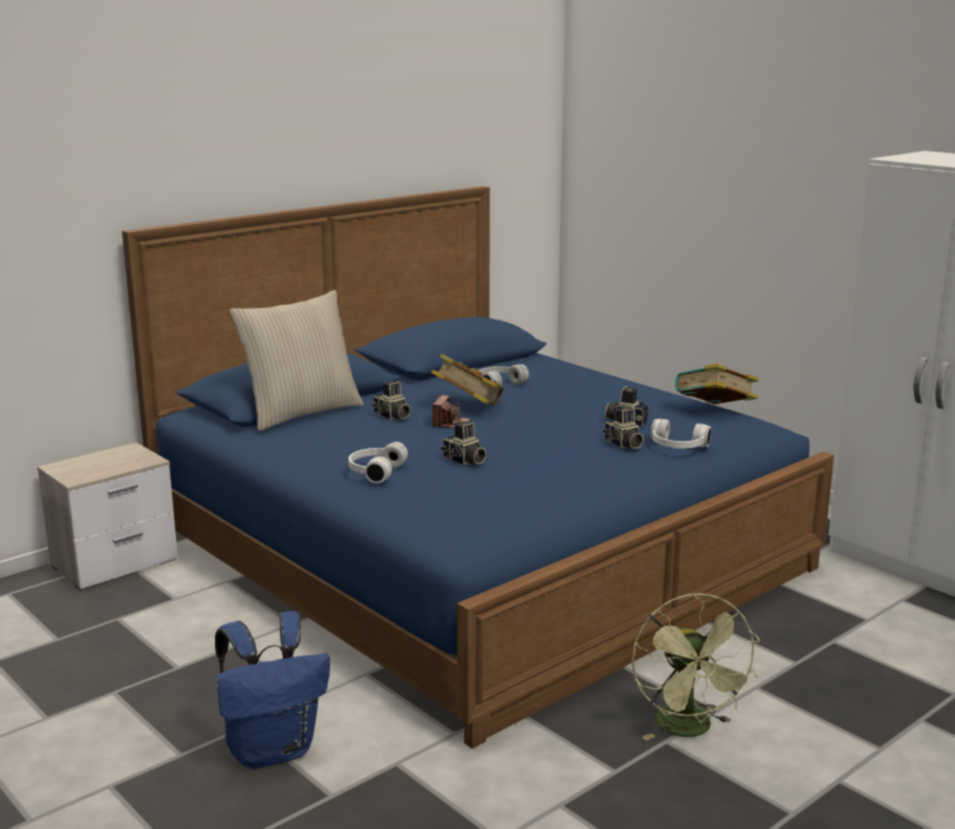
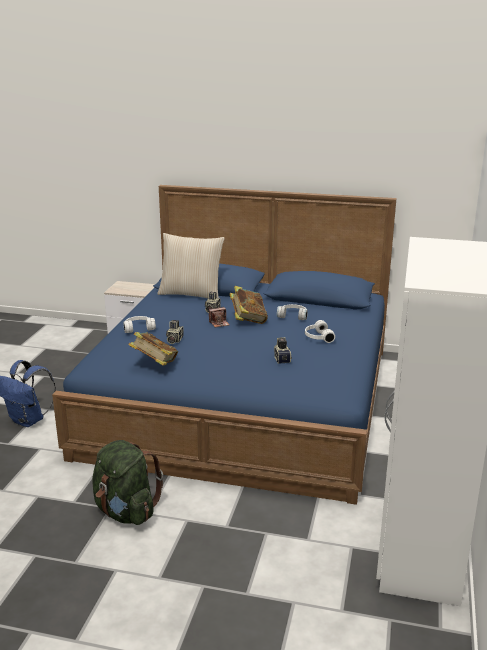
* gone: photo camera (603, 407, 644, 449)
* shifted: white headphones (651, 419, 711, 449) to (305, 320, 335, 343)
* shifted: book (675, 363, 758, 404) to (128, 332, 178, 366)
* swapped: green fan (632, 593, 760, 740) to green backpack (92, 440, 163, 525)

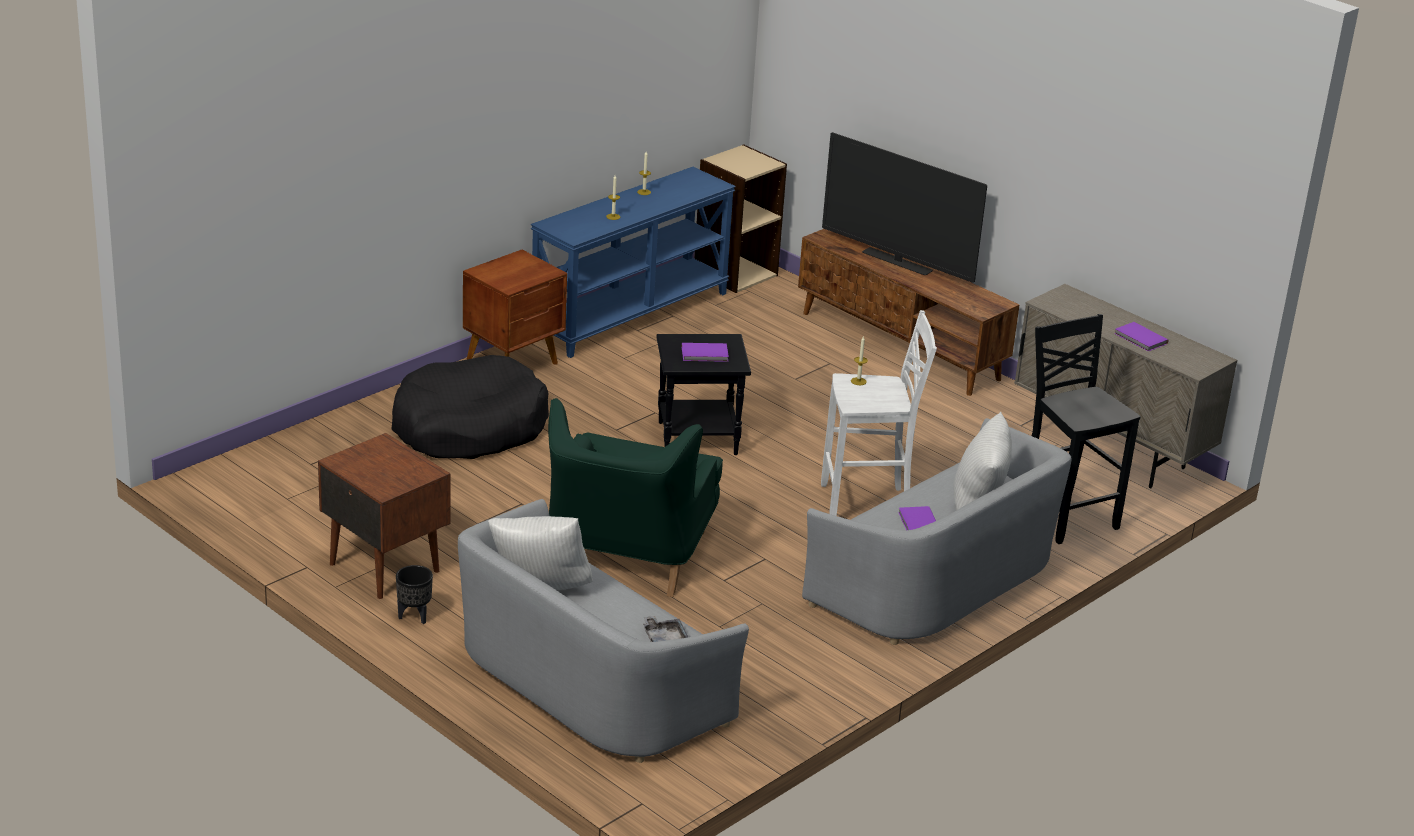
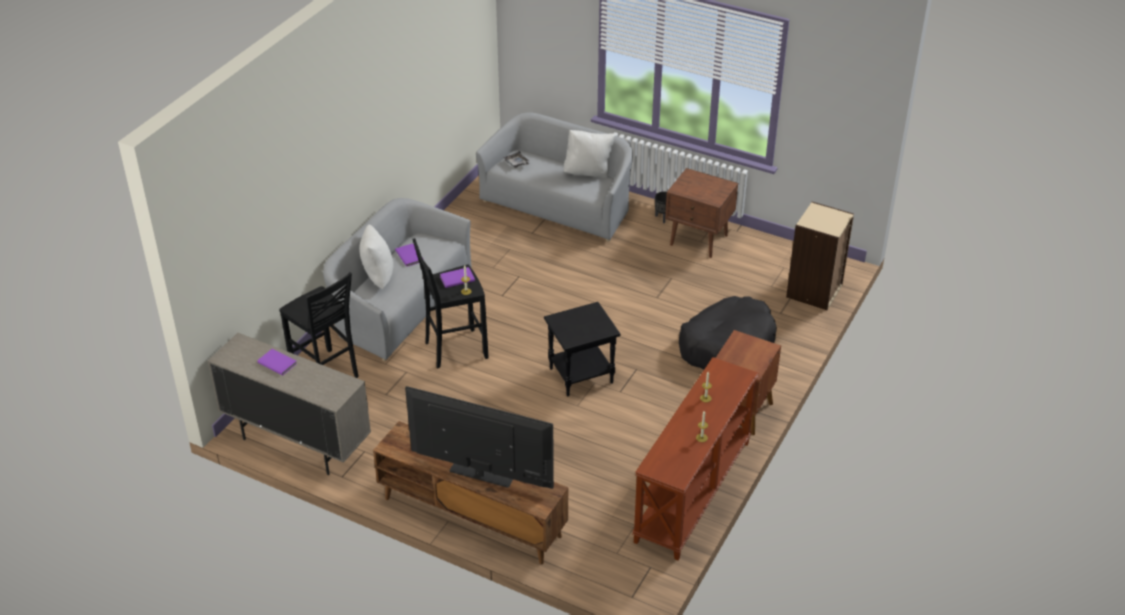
* gone: green armchair (548, 398, 723, 597)
* shifted: purple book (682, 343, 729, 362) to (440, 267, 475, 288)
* shifted: beige bookcase (694, 144, 787, 293) to (786, 202, 854, 310)
* repainted: blue console table (531, 167, 736, 358) to brown console table (632, 357, 758, 560)
* repainted: white stool (821, 310, 937, 516) to black stool (413, 238, 489, 368)

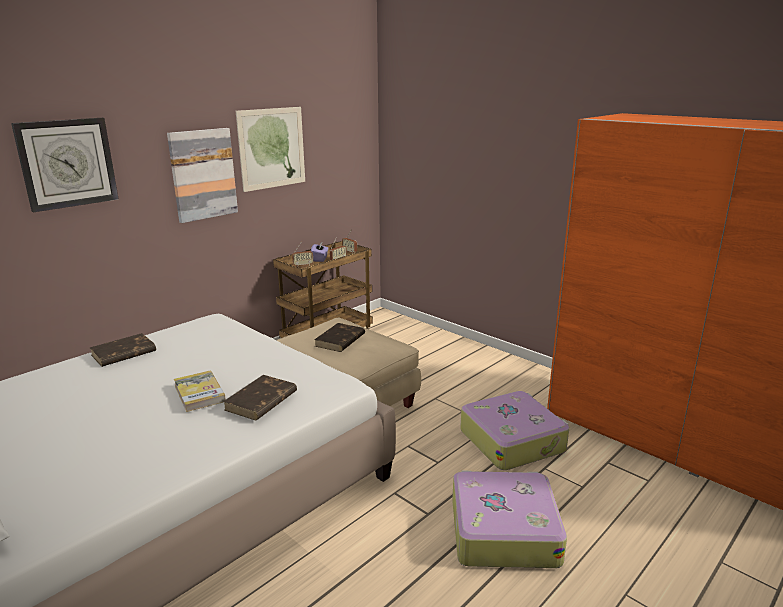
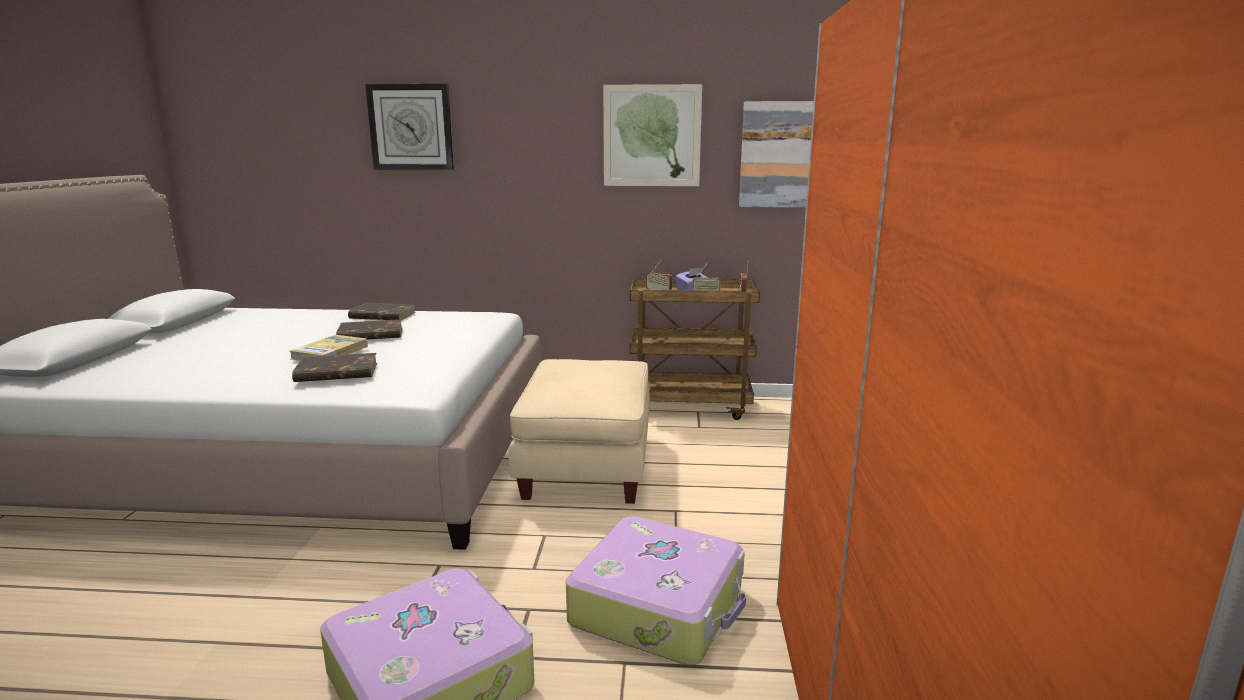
* shifted: picture (167, 128, 238, 223) to (739, 101, 814, 208)
* shifted: brown book (314, 323, 365, 352) to (336, 319, 403, 340)

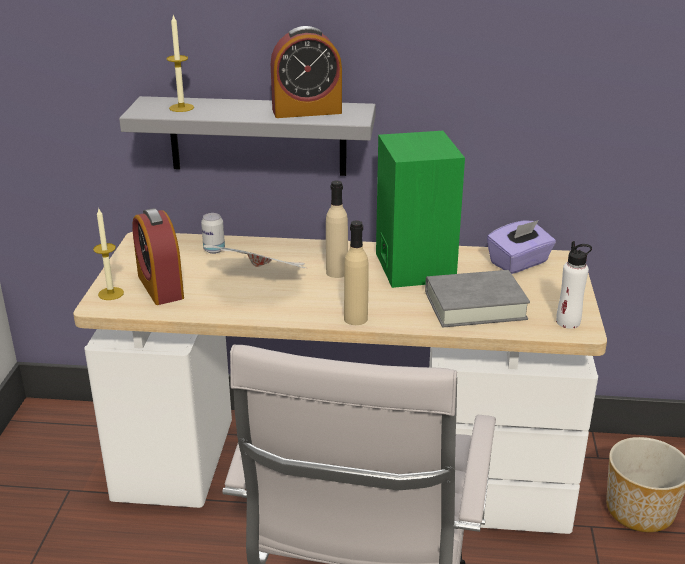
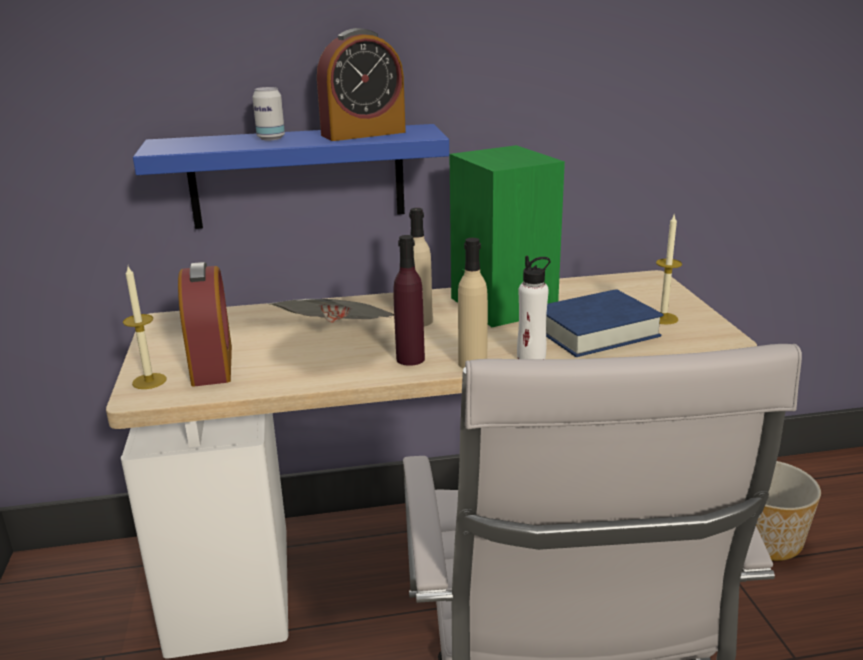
* gone: purple tissue box (487, 220, 556, 274)
* new: purple bottle (393, 235, 425, 366)
* shifted: candle (166, 15, 194, 112) to (656, 215, 682, 325)
* shifted: can (201, 213, 225, 254) to (252, 87, 285, 140)
* shifted: white bottle (556, 241, 592, 329) to (517, 256, 550, 359)
* repainted: grey shelf (119, 96, 376, 176) to blue shelf (133, 124, 449, 229)
* repainted: grey book (425, 270, 530, 327) to blue book (546, 289, 663, 357)
* rotated: alarm clock (132, 208, 184, 305) = (178, 262, 232, 386) 150 degrees counterclockwise

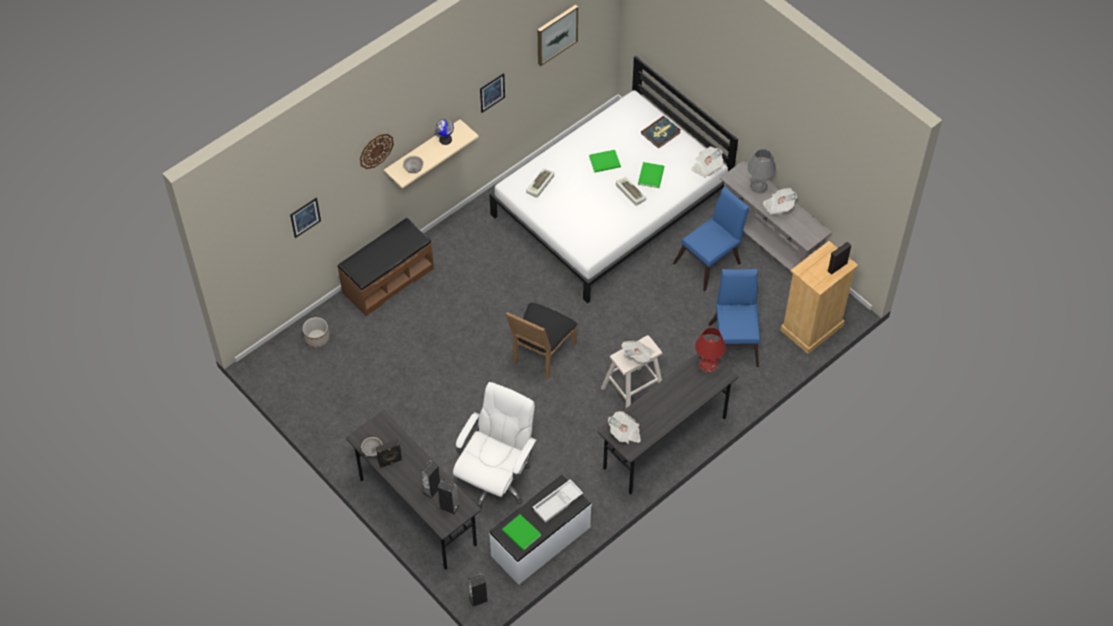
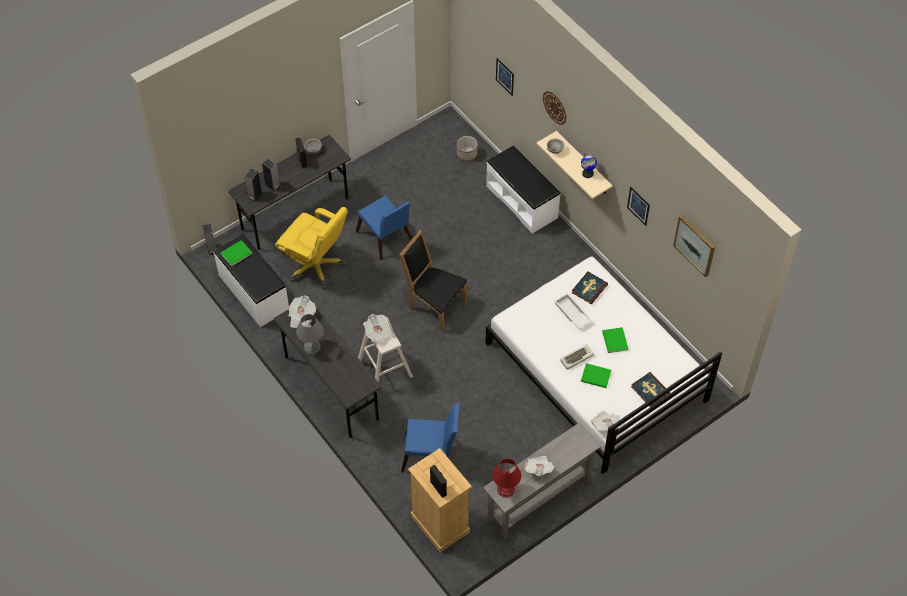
* shifted: white tray (533, 479, 583, 523) to (555, 293, 592, 329)
* shifted: blue chair (673, 187, 749, 291) to (356, 195, 413, 260)
* shifted: red table lamp (695, 327, 726, 372) to (492, 459, 521, 498)
* shifted: grey table lamp (747, 149, 776, 194) to (296, 314, 324, 354)
* swapped: keyboard (526, 168, 554, 198) to book (572, 272, 608, 304)
* repainted: brown bench (338, 218, 434, 316) to white bench (486, 146, 560, 234)
* repainted: white office chair (453, 382, 537, 509) to yellow office chair (275, 207, 348, 289)

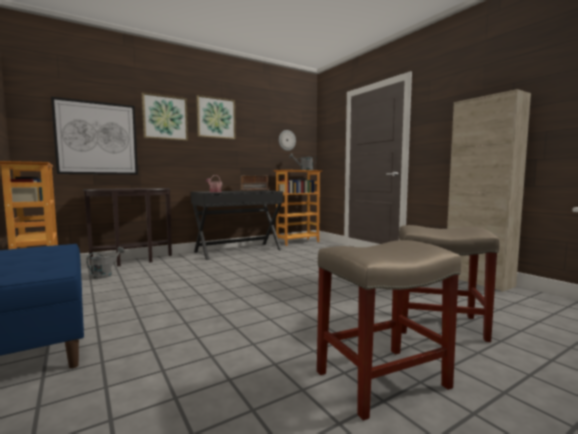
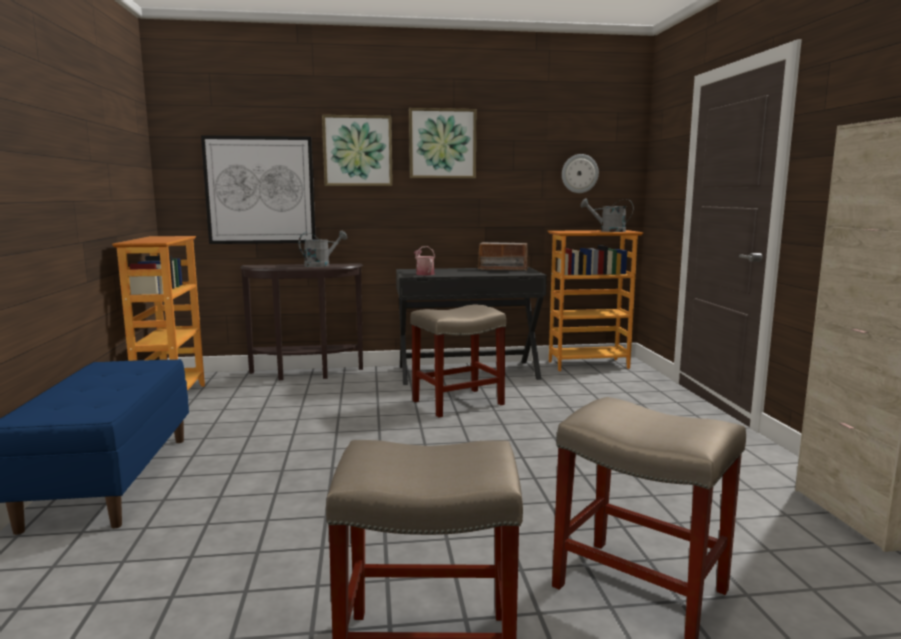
* new: beige stool (410, 304, 506, 418)
* shifted: grey watering can (86, 247, 125, 279) to (298, 231, 348, 267)

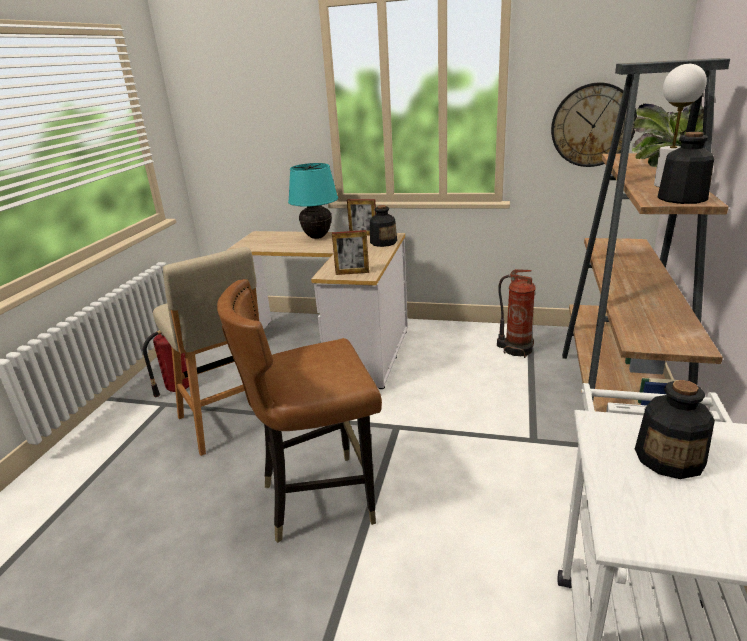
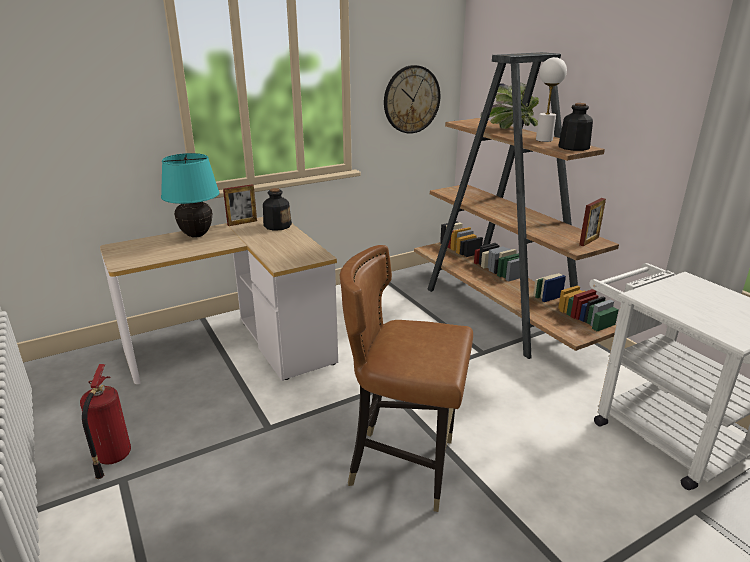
* gone: beige stool (153, 247, 259, 456)
* gone: fire extinguisher (497, 269, 536, 358)
* gone: bottle (635, 380, 715, 479)
* shifted: picture frame (332, 230, 369, 275) to (579, 198, 606, 246)
* rotated: brown chair (217, 279, 382, 543) = (340, 245, 473, 512) 75 degrees clockwise

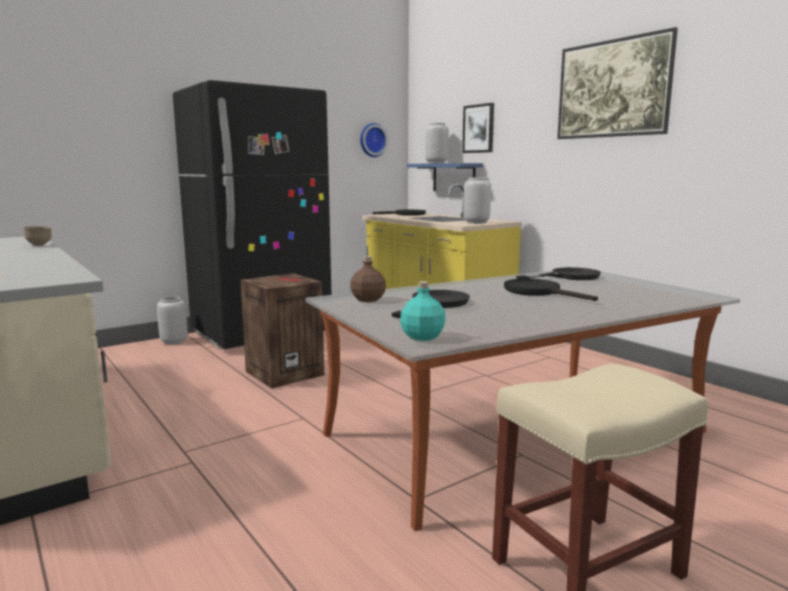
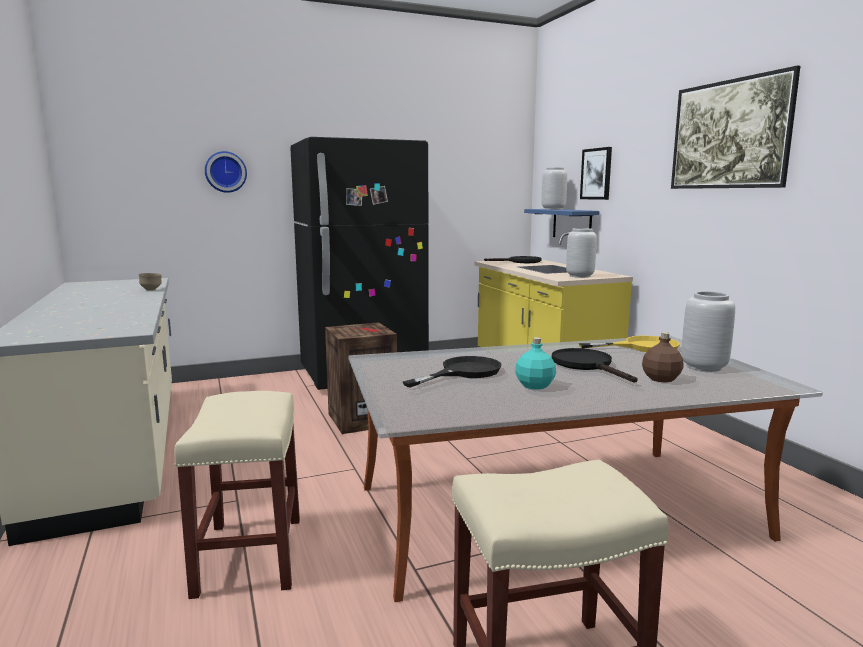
* new: beige stool (174, 391, 300, 599)
* shifted: grey vase (157, 296, 188, 345) to (681, 291, 735, 372)
* shifted: brown bottle (350, 256, 386, 302) to (642, 332, 684, 383)
* shifted: wall clock (360, 123, 388, 157) to (205, 151, 247, 193)
* shifted: turquoise bottle (400, 281, 446, 341) to (515, 337, 556, 390)
* repainted: black frying pan (516, 267, 601, 280) to yellow frying pan (578, 336, 680, 352)

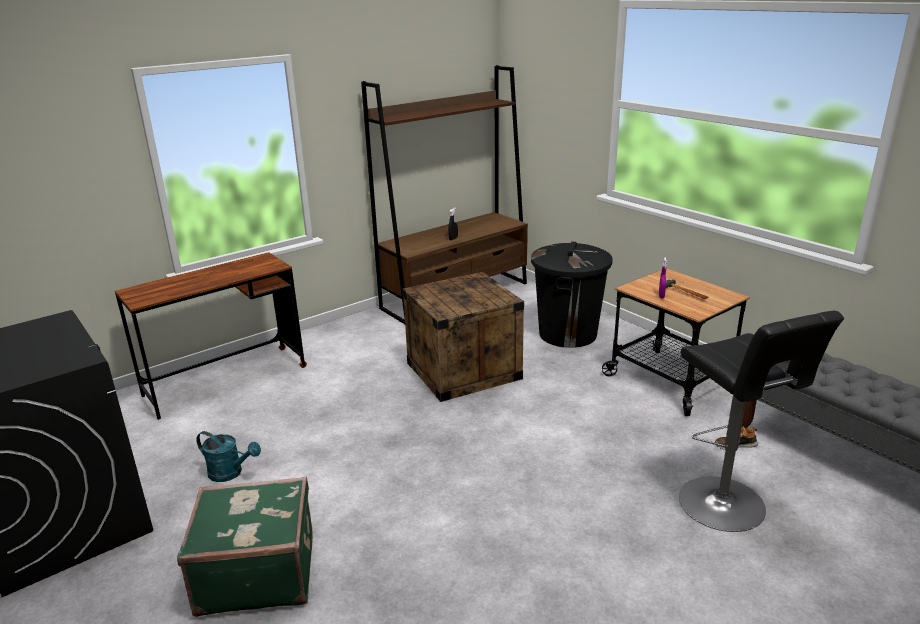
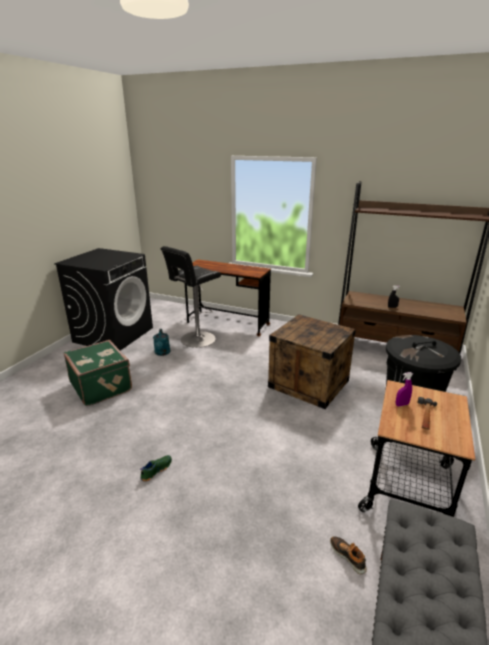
* new: green shoe (140, 455, 172, 482)
* shifted: black stool (679, 311, 844, 532) to (161, 246, 221, 348)

